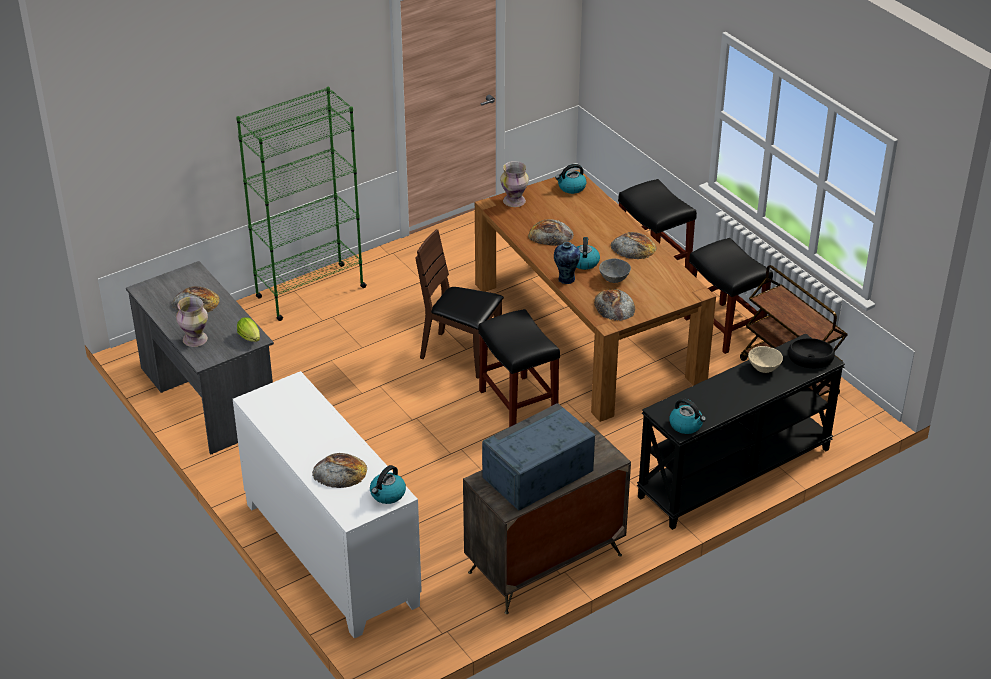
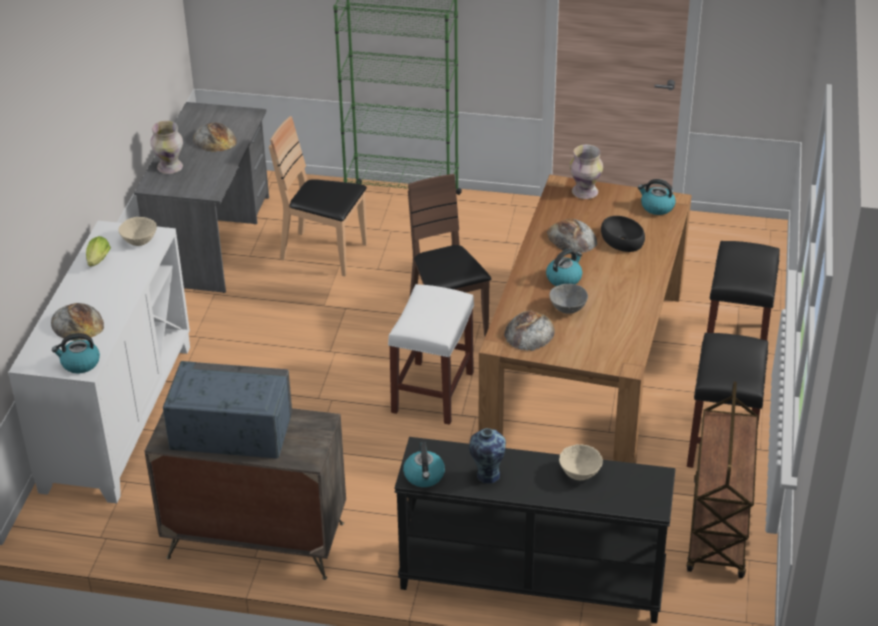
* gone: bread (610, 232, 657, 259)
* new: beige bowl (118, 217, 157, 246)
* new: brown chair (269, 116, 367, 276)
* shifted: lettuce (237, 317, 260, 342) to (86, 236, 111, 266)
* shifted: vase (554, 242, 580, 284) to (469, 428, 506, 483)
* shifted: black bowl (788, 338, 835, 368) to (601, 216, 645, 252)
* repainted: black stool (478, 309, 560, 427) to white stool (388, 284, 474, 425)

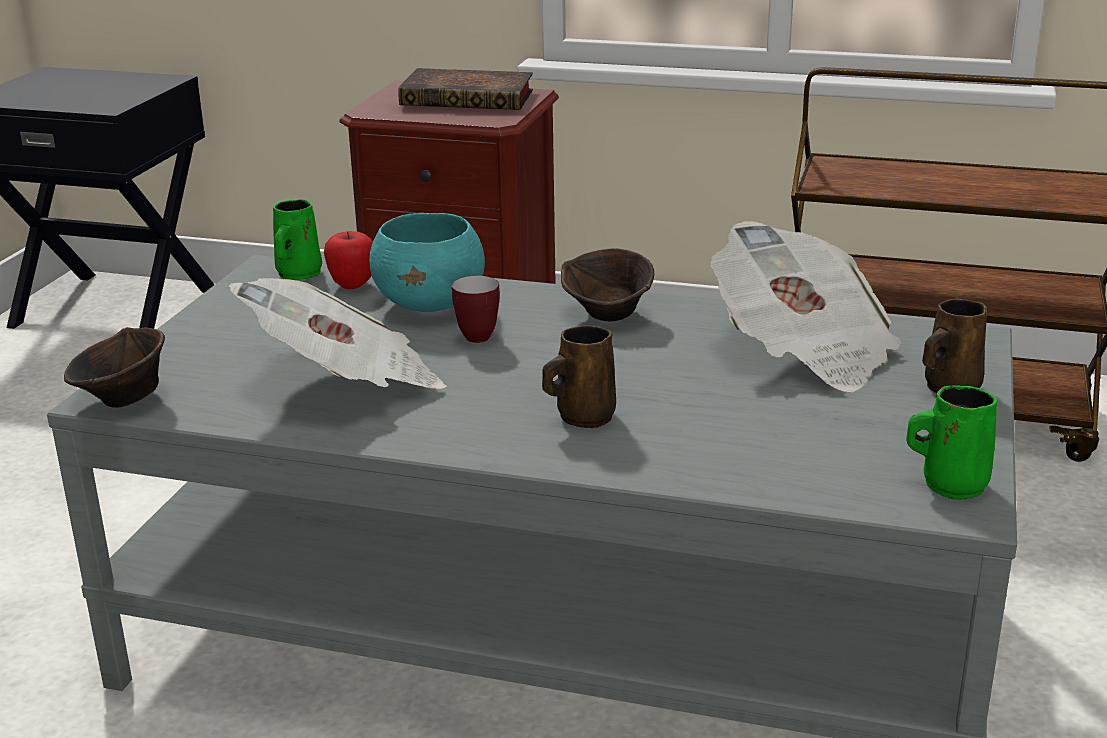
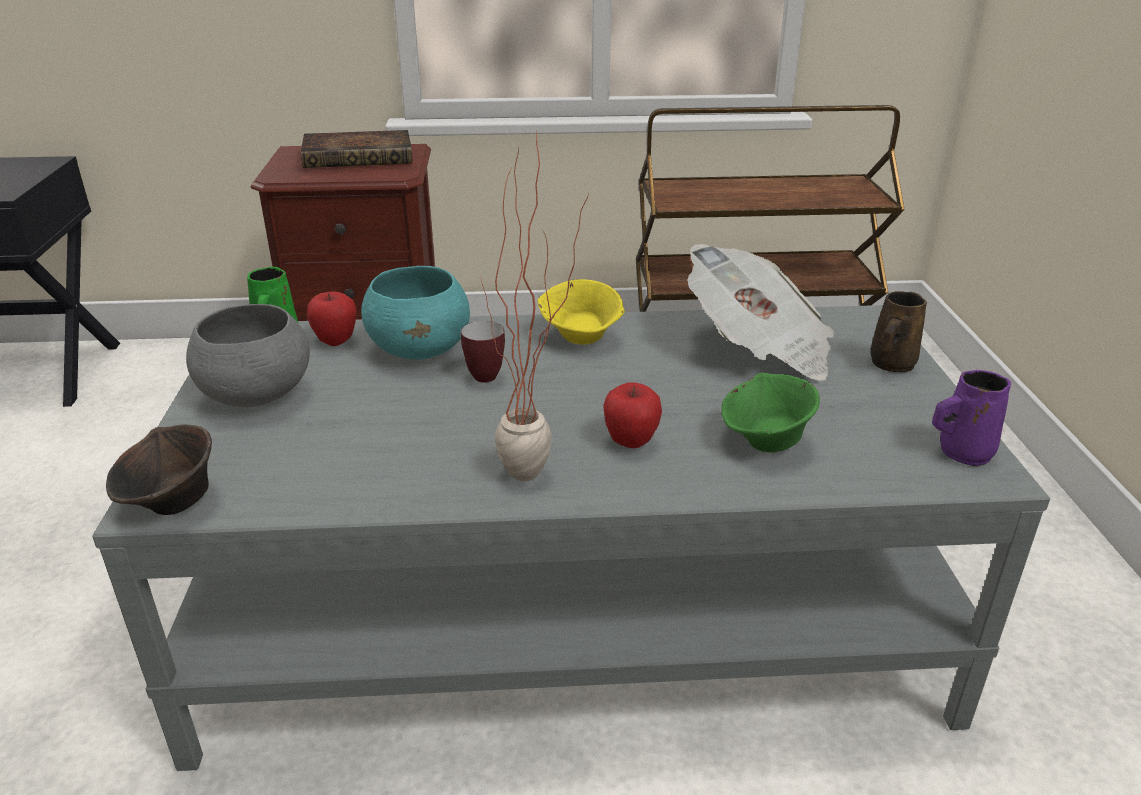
* gone: newspaper (229, 278, 447, 389)
* new: grey bowl (186, 304, 310, 407)
* new: potted plant (481, 132, 589, 481)
* new: green bowl (721, 372, 820, 453)
* swapped: brown mug (542, 325, 616, 428) to apple (603, 382, 662, 448)
* repainted: brown bowl (561, 248, 654, 321) to yellow bowl (538, 279, 625, 345)
* repainted: green mug (906, 385, 998, 500) to purple mug (932, 370, 1011, 466)

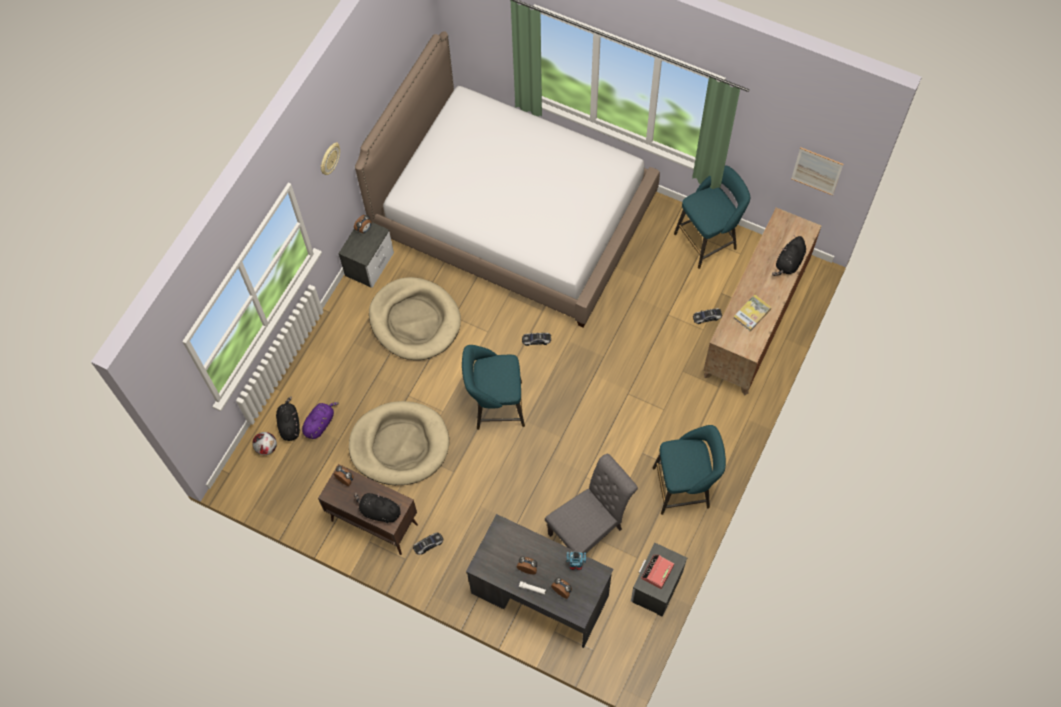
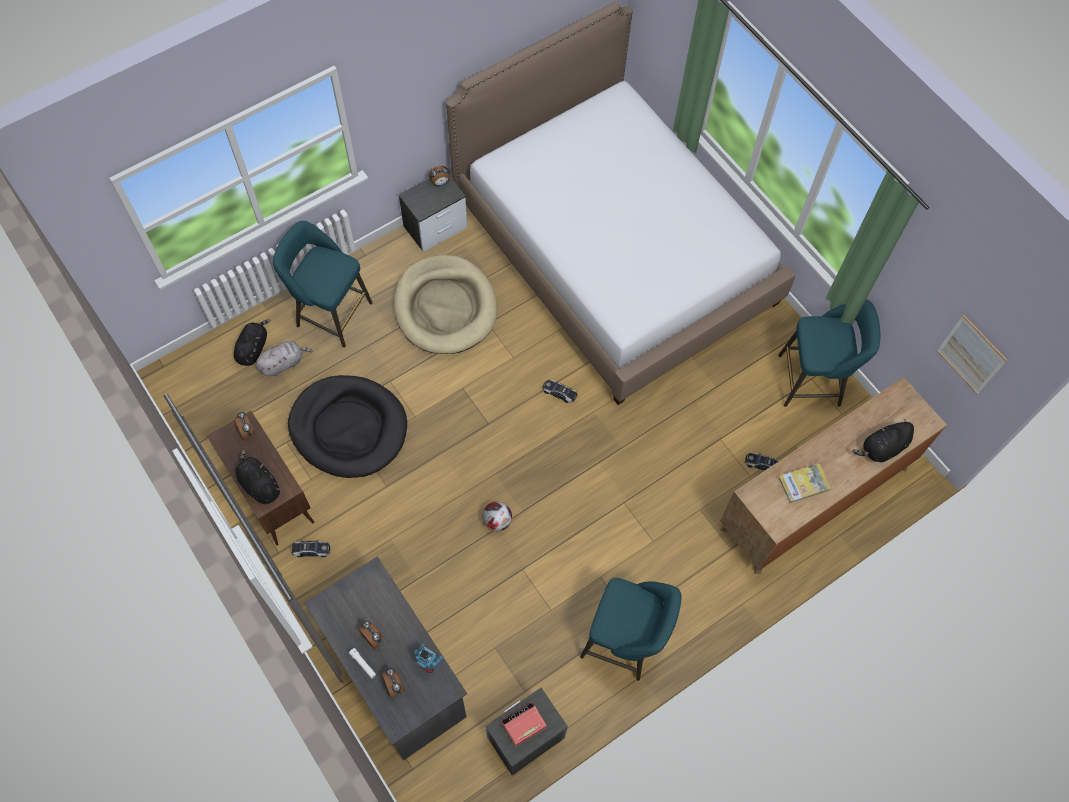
* gone: wall clock (321, 142, 340, 175)
* gone: grey chair (545, 454, 638, 555)
* shifted: football (252, 432, 277, 455) to (483, 502, 512, 531)
* shifted: turquoise stool (462, 345, 525, 430) to (273, 221, 373, 348)
* repainted: purple plush toy (302, 402, 339, 439) to grey plush toy (256, 341, 313, 376)
* repainted: beige dog bed (349, 401, 449, 485) to black dog bed (288, 375, 407, 478)

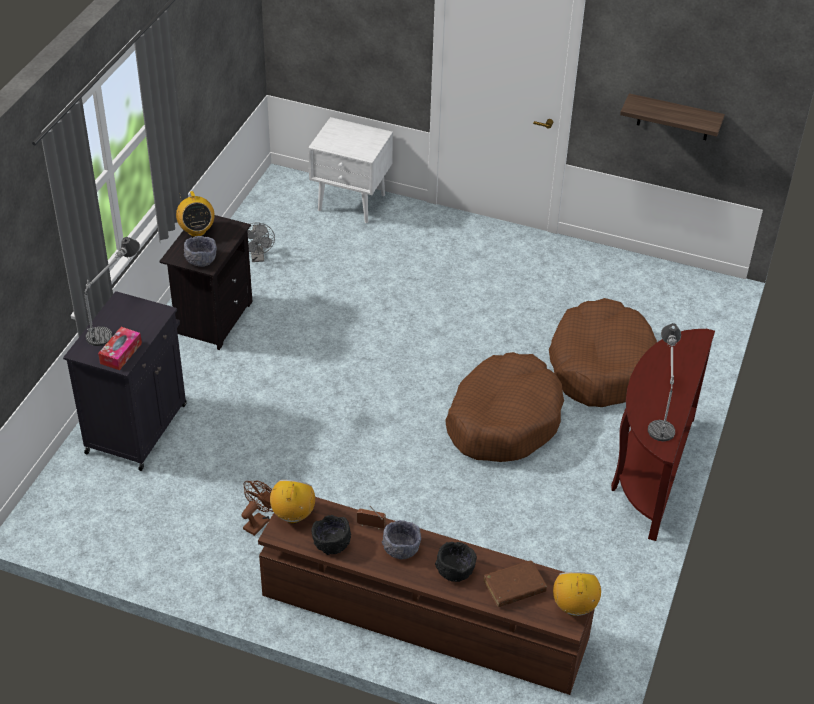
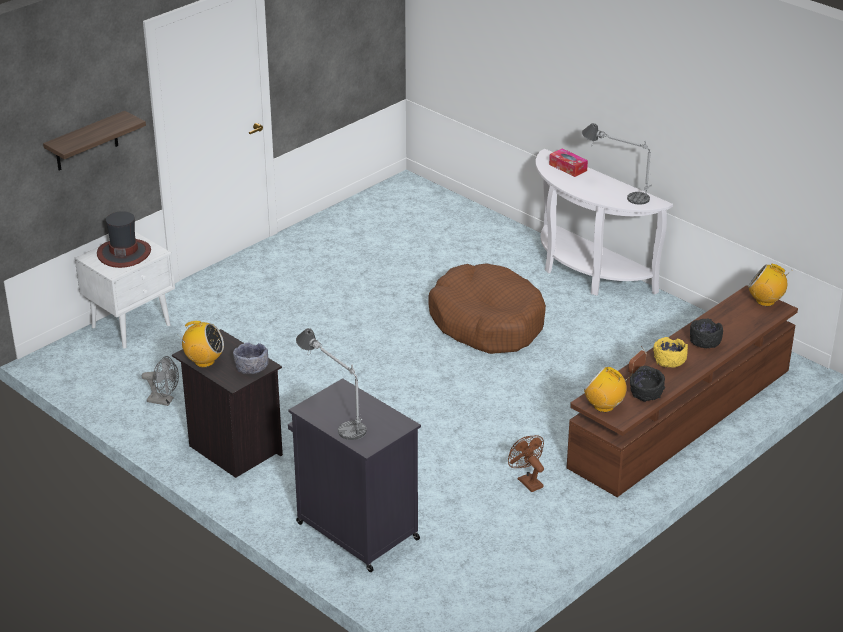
* gone: brown book (484, 561, 547, 607)
* gone: brown dog bed (549, 298, 657, 407)
* new: hat (97, 211, 151, 268)
* shifted: tissue box (98, 327, 142, 370) to (549, 148, 588, 177)
* shifted: shelf (620, 93, 725, 140) to (43, 111, 146, 170)
* repainted: grey bowl (382, 520, 421, 560) to yellow bowl (653, 337, 688, 368)
* repainted: brown console table (611, 329, 715, 541) to white console table (535, 149, 673, 296)

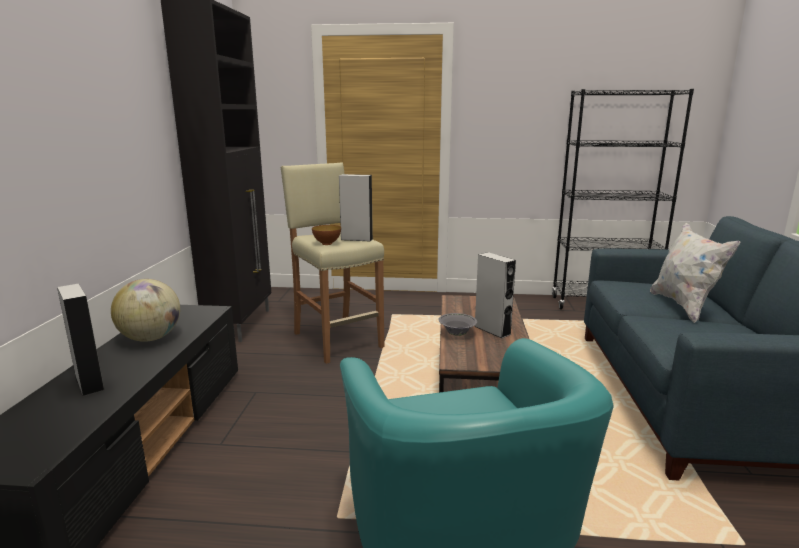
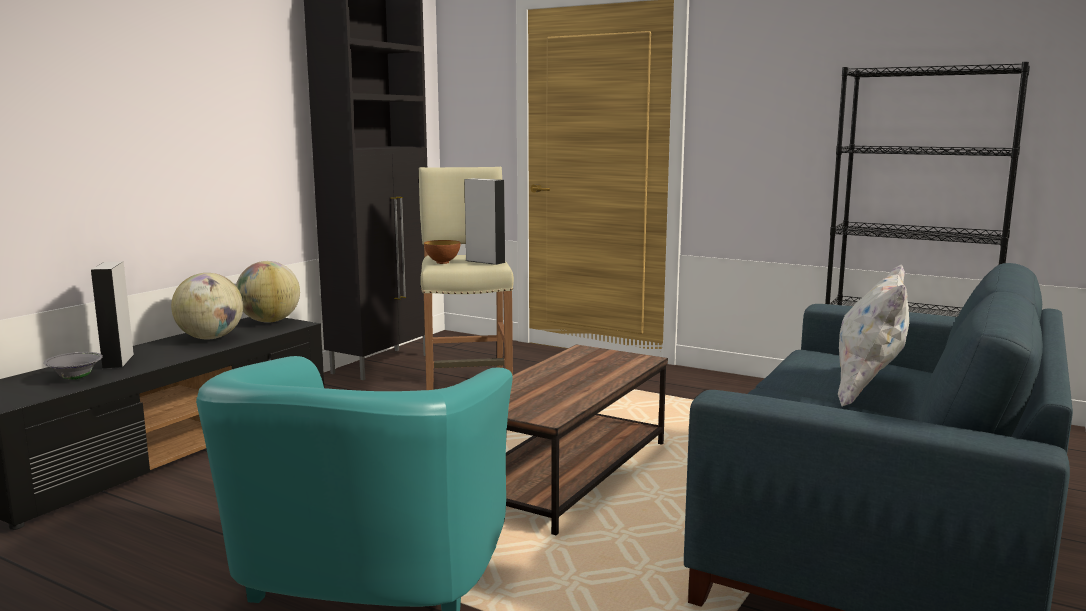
* gone: grey speaker (474, 252, 516, 338)
* new: globe (236, 261, 300, 323)
* shifted: grey bowl (438, 313, 477, 336) to (43, 352, 103, 380)

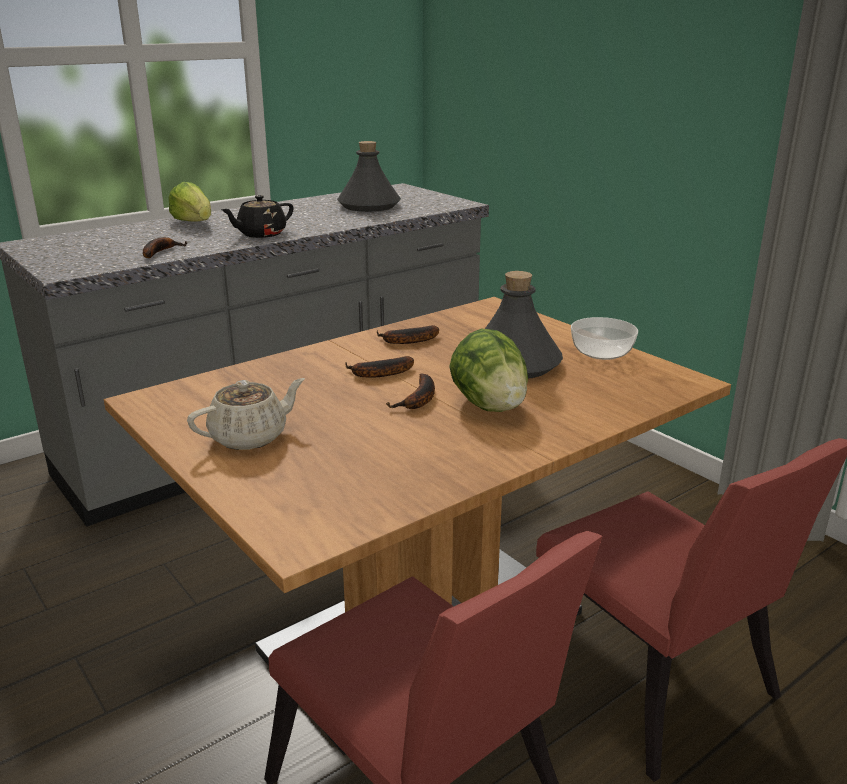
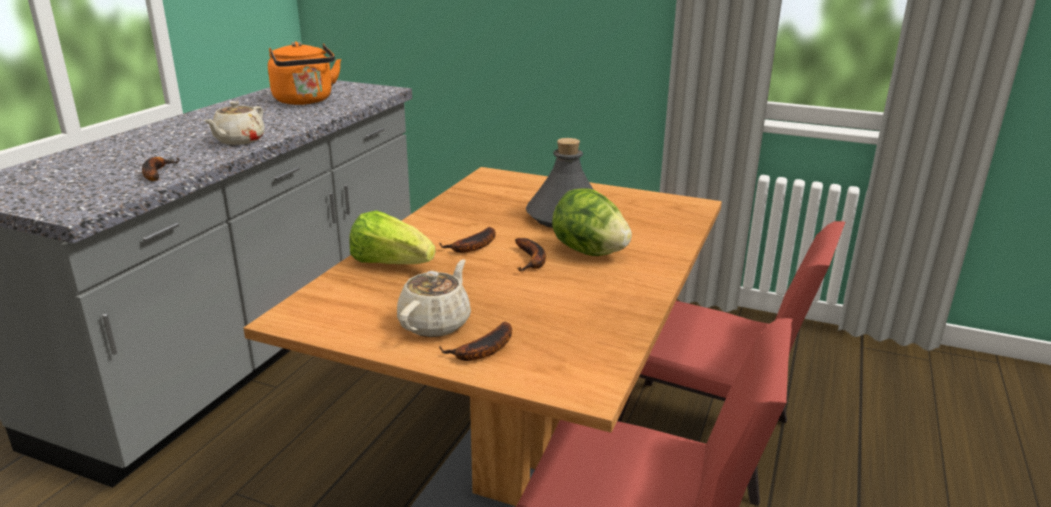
* gone: bowl (571, 317, 638, 360)
* shifted: lettuce (168, 182, 211, 222) to (349, 210, 436, 264)
* shifted: banana (377, 325, 439, 344) to (439, 322, 512, 361)
* swapped: grey bottle (337, 141, 401, 212) to orange kettle (268, 41, 341, 105)
* repainted: black teapot (221, 195, 294, 238) to beige teapot (204, 101, 265, 145)

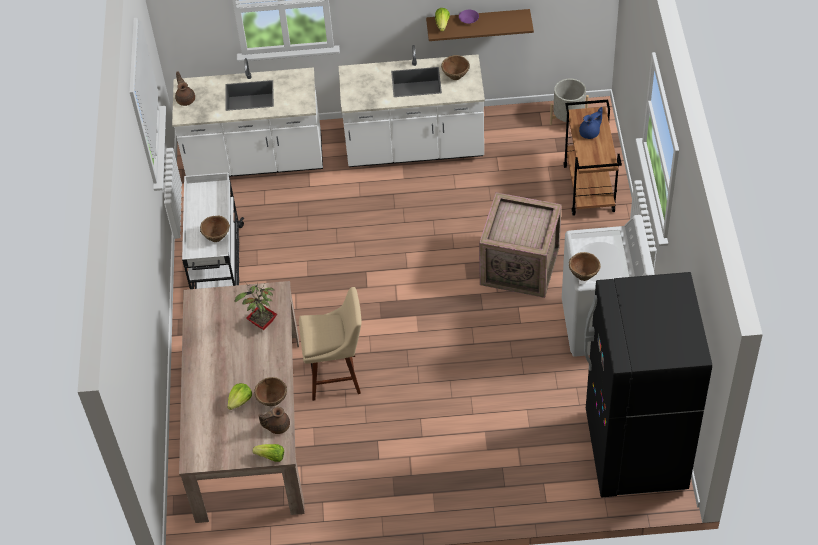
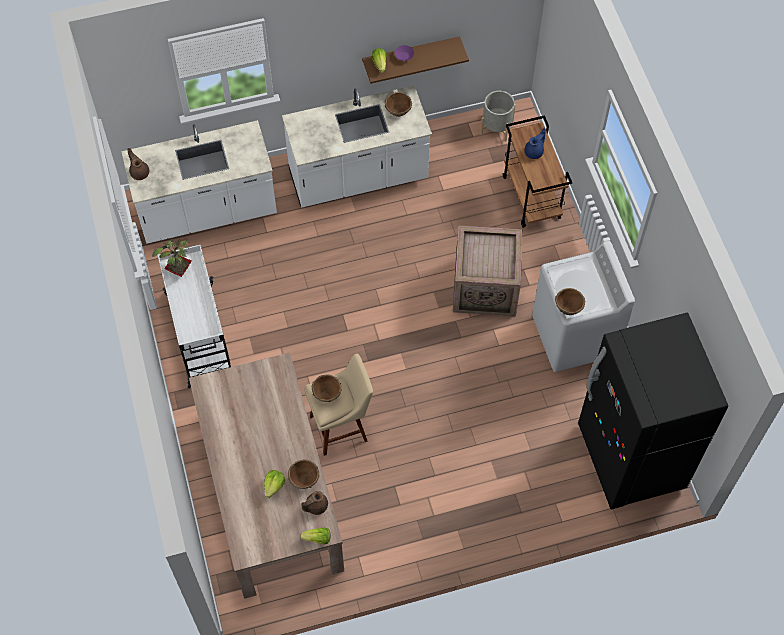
* shifted: brown bowl (200, 215, 230, 242) to (312, 374, 341, 402)
* shifted: potted plant (235, 282, 277, 330) to (152, 238, 192, 277)

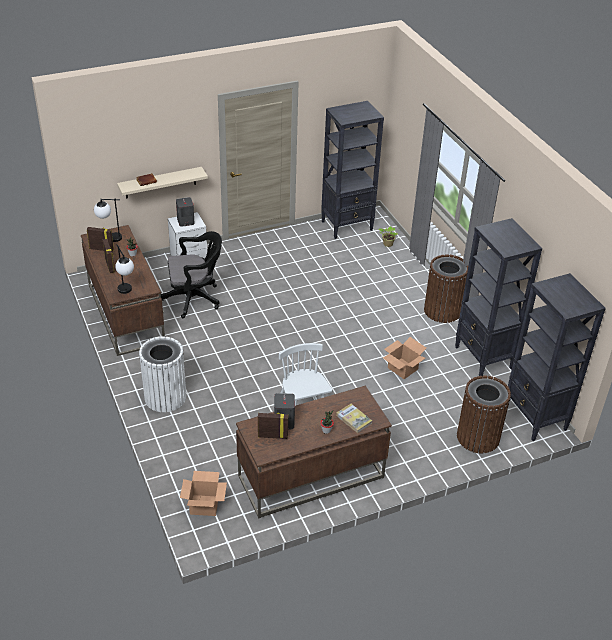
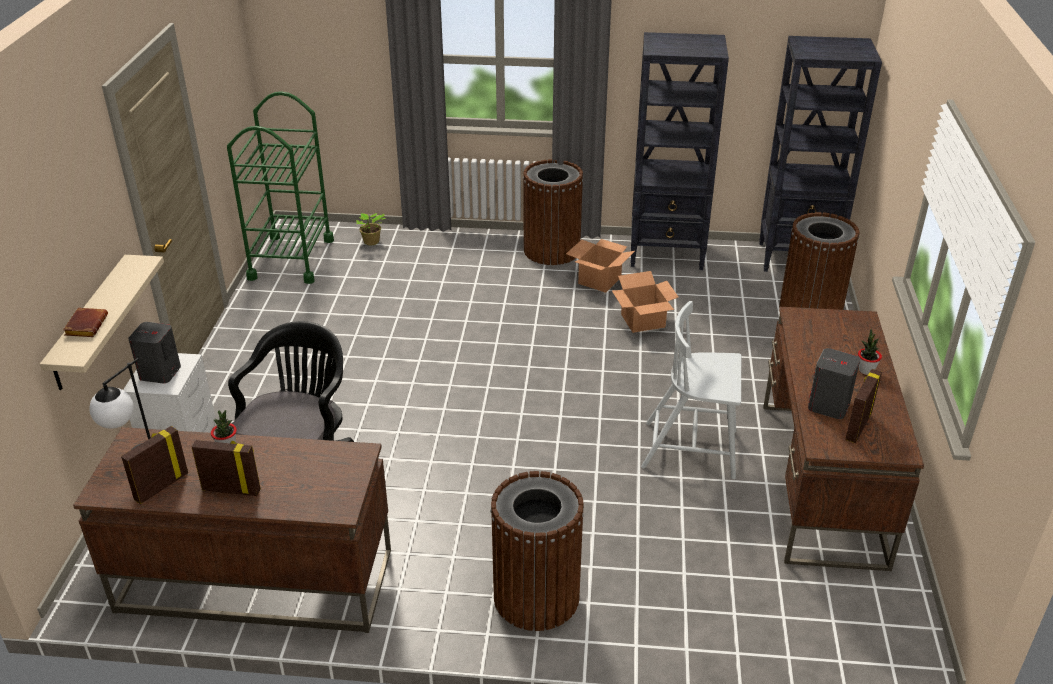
* gone: table lamp (115, 244, 134, 294)
* gone: book (336, 404, 372, 433)
* shifted: cardboard box (180, 471, 227, 516) to (566, 239, 635, 293)
* swapped: black bookcase (321, 101, 384, 239) to green cart (227, 91, 334, 284)
* repainted: white trash can (139, 336, 186, 412) to brown trash can (490, 471, 584, 631)

